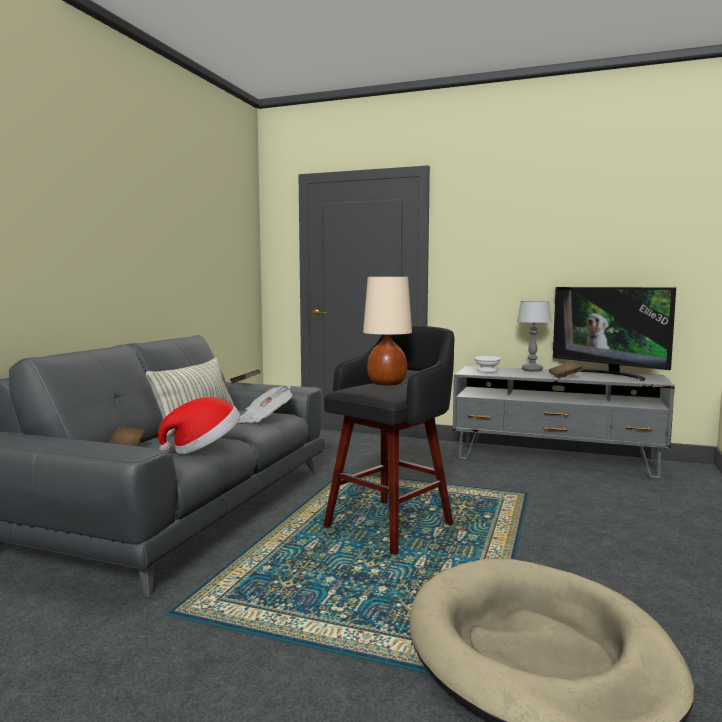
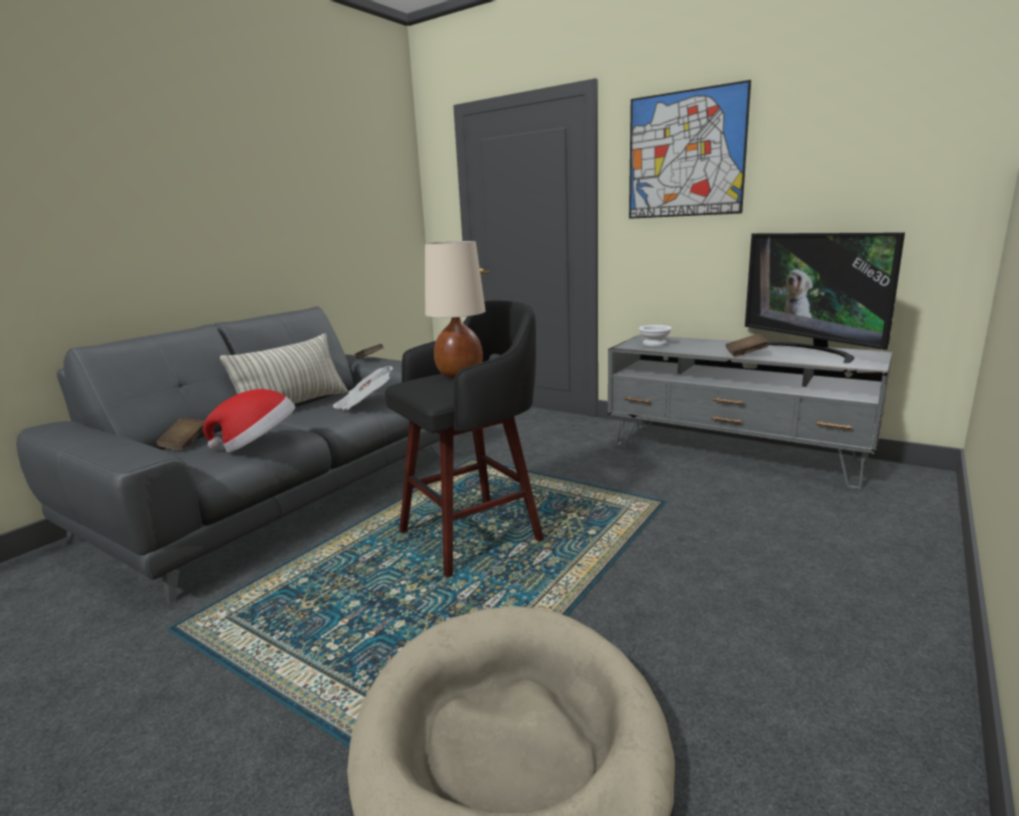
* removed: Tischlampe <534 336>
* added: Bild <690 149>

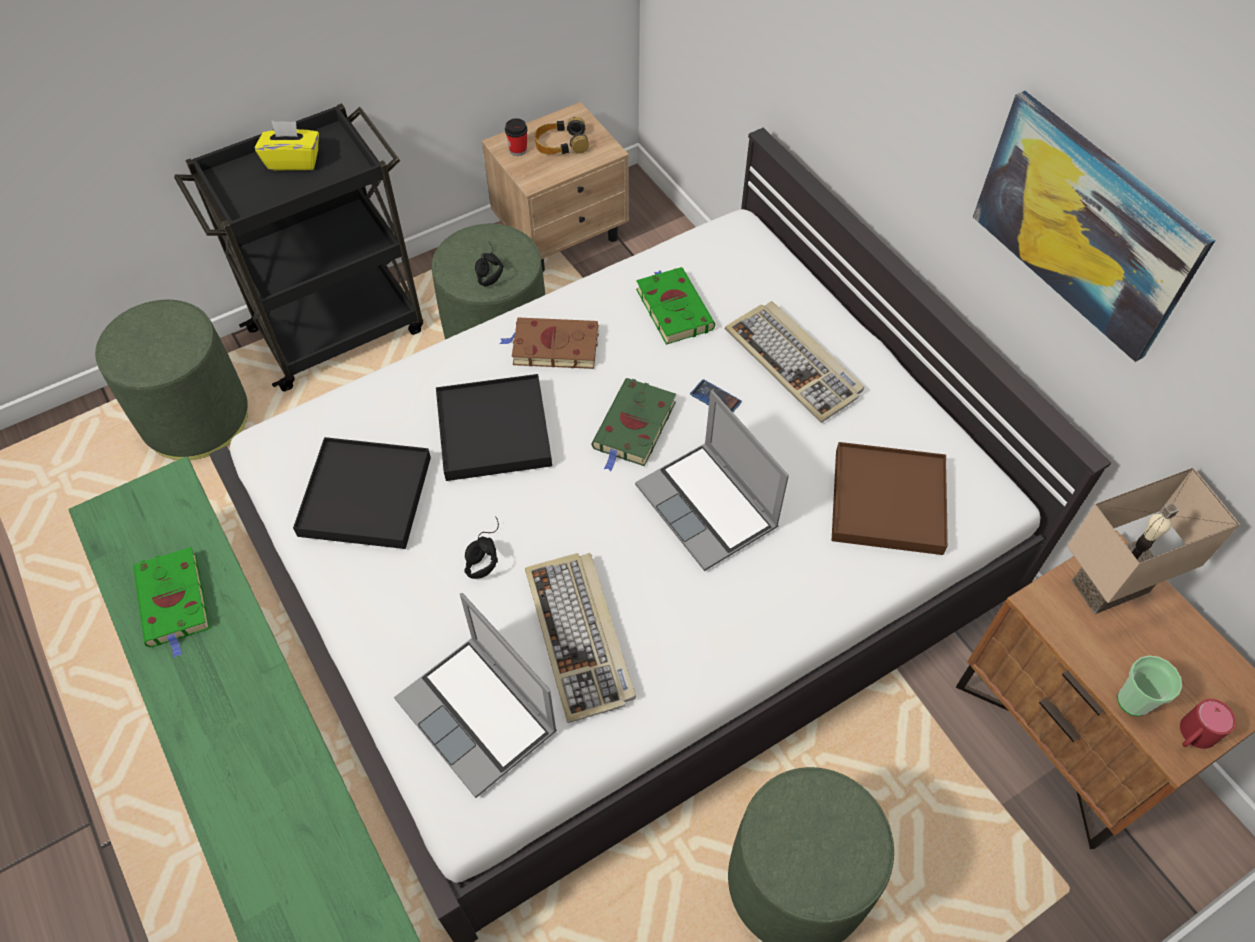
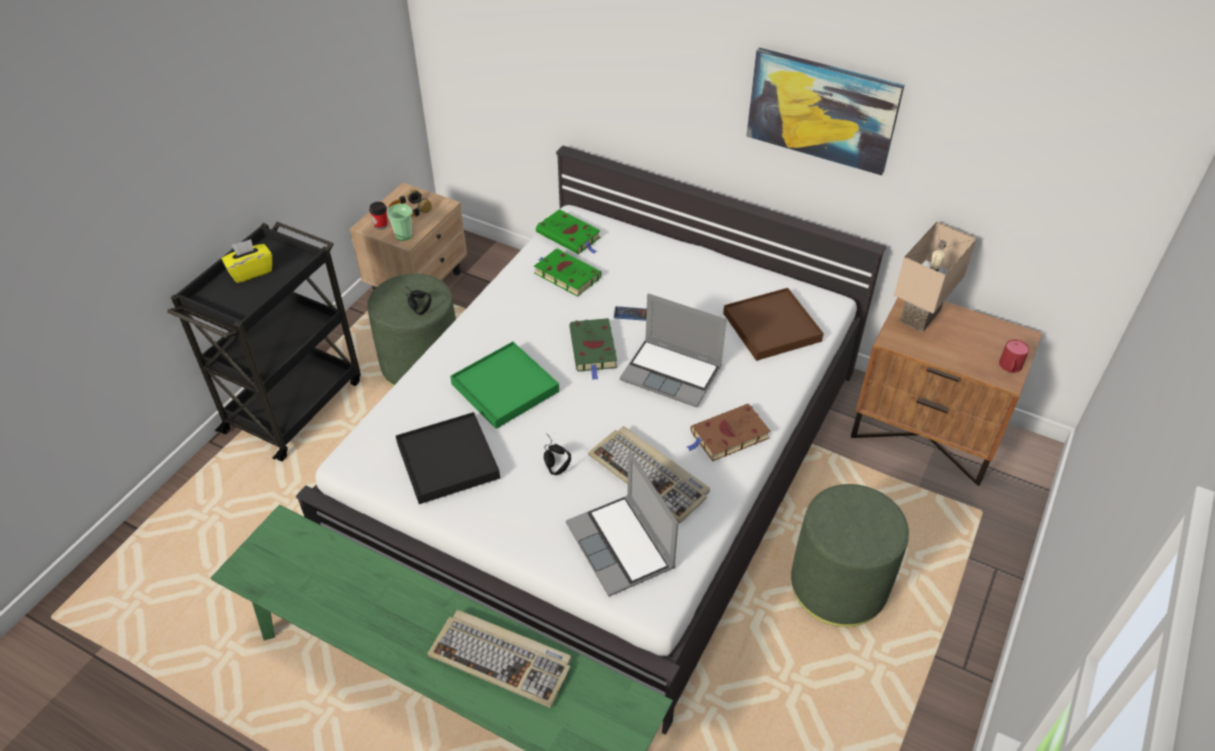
* removed: Polsterhocker (grün) <171 380>
* moved: Buch (grün) <171 602> to <568 231>
* turned: Laptop <475 695> = <622 524> 45 degrees clockwise
* recoloured: Tablett (schwarz) <494 427> to Tablett (grün) <504 385>
* moved: Buch (braun) <549 343> to <729 432>
* moved: Tastatur <794 362> to <499 659>
* moved: Tasse <1149 685> to <399 222>

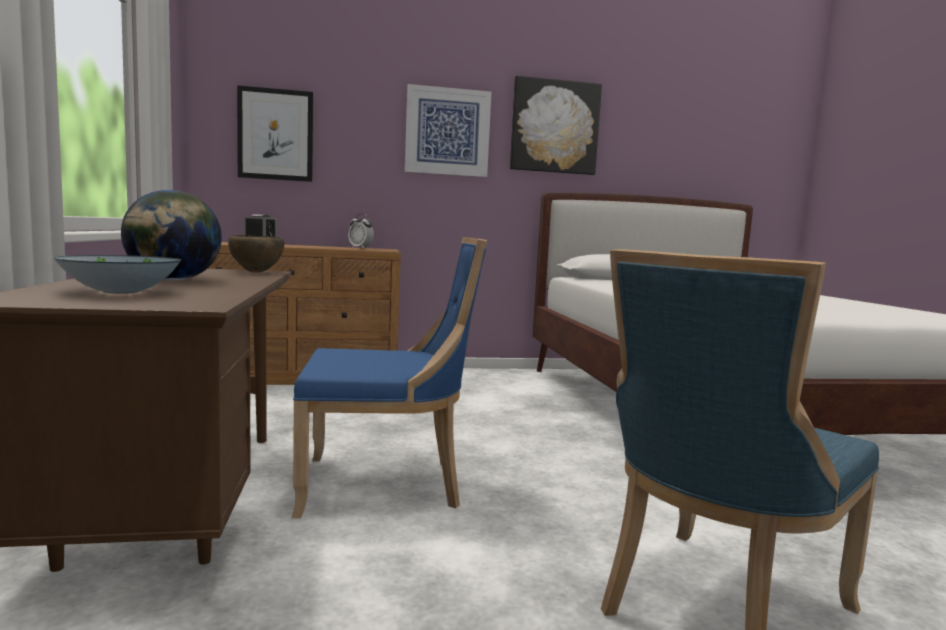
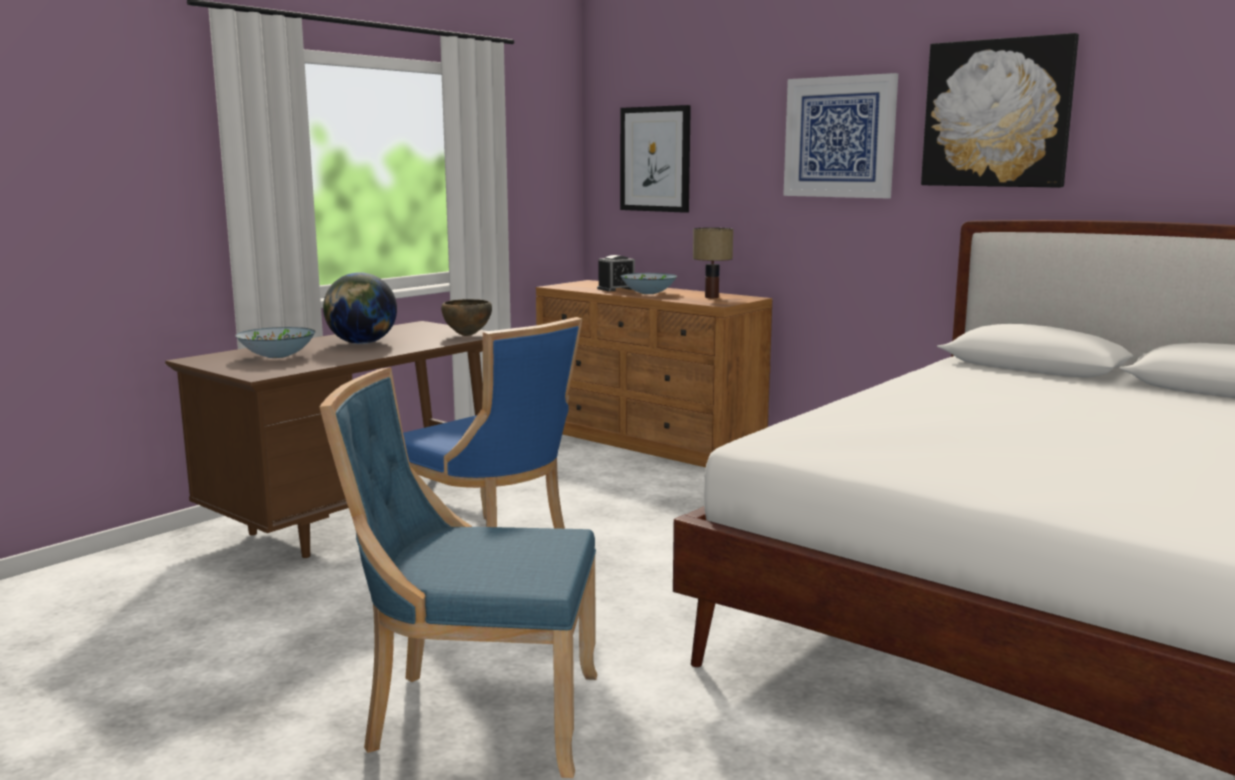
* replaced: Wecker <361 231> to Tischlampe <713 263>
* added: Schüssel <649 283>

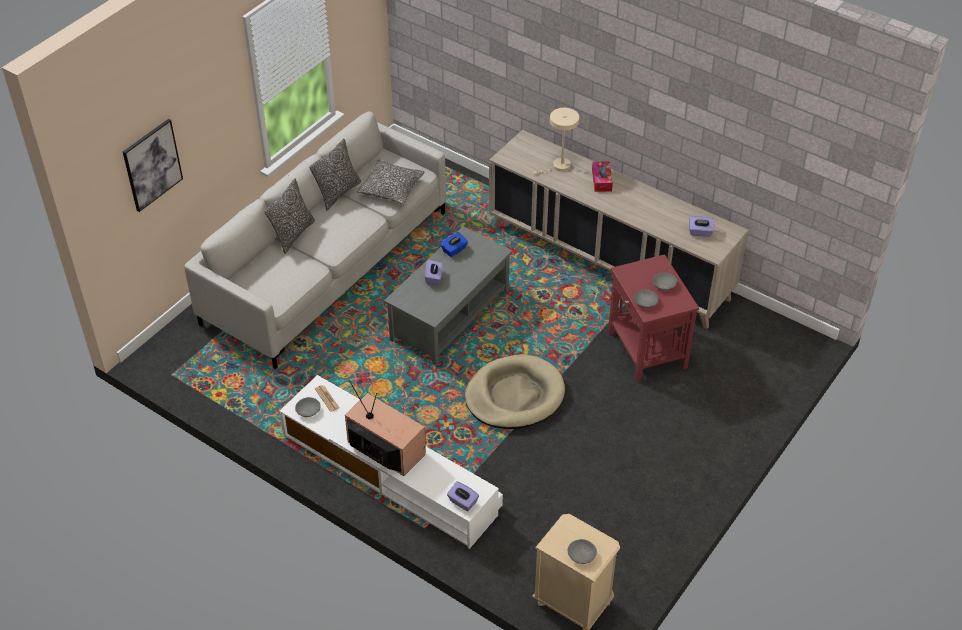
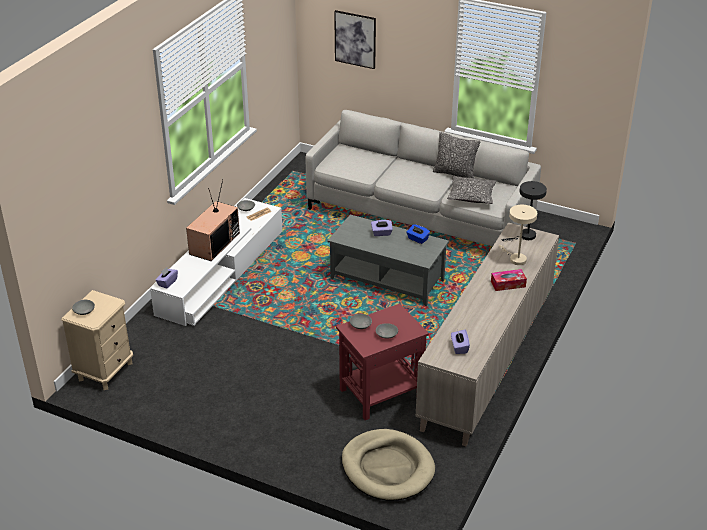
* removed: Kissen <289 216>
* moved: Hundebett (beige) <515 392> to <388 465>
* added: Tischlampe (grau) <524 211>

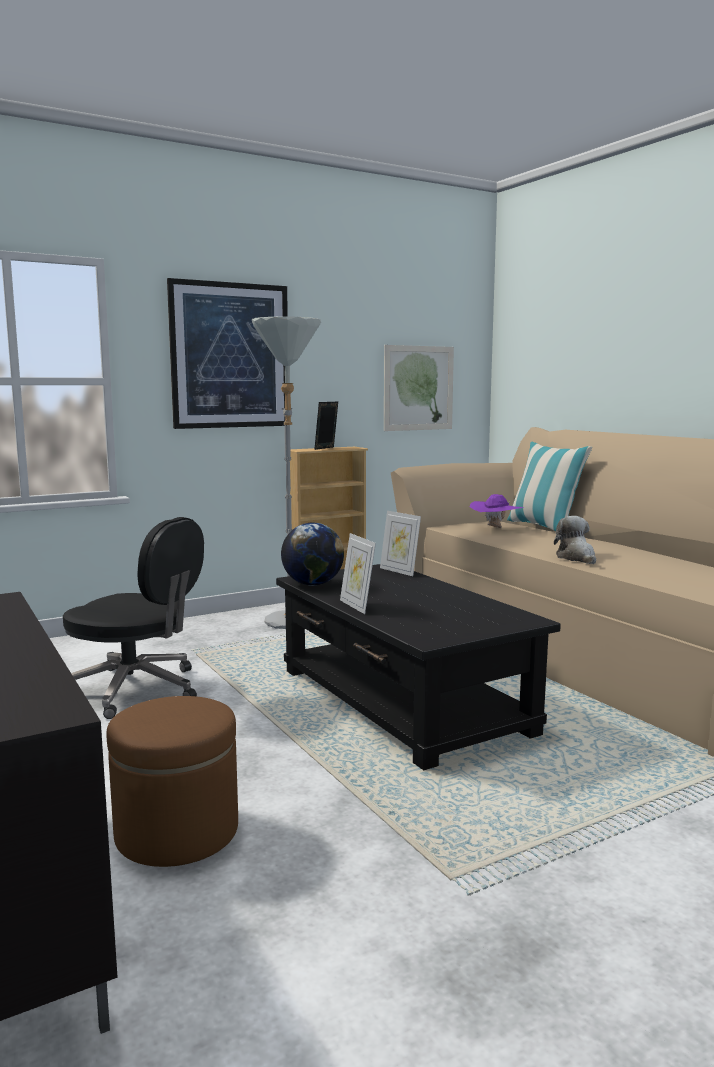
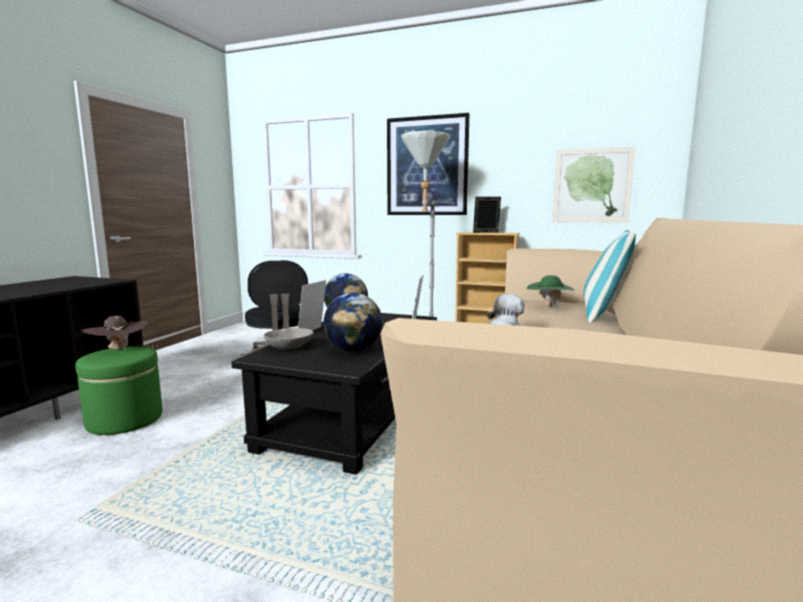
* recoloured: Polsterhocker (braun) <172 781> to Polsterhocker (grün) <119 390>
* recoloured: Hut (lila) <497 511> to Hut (grün) <551 291>
* added: Hut (braun) <114 332>
* added: Schüssel (grau) <289 339>
* added: Globus <353 322>

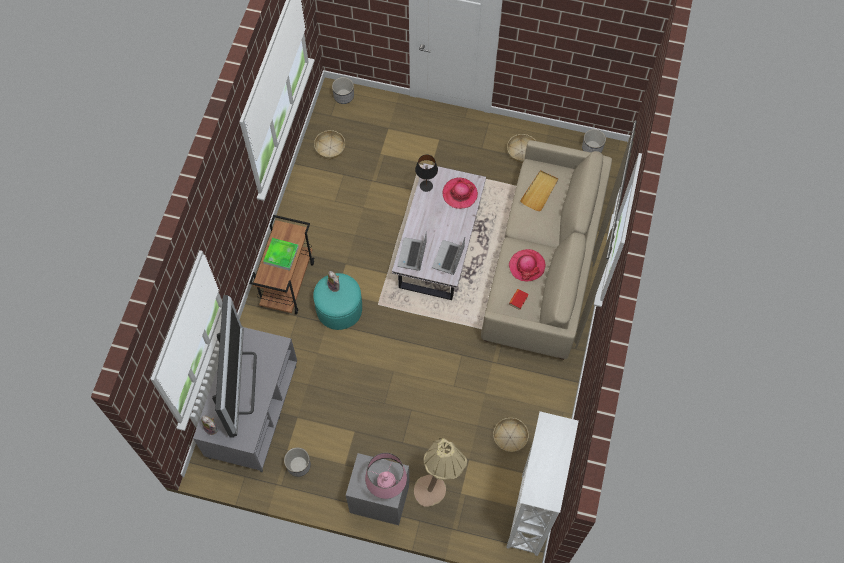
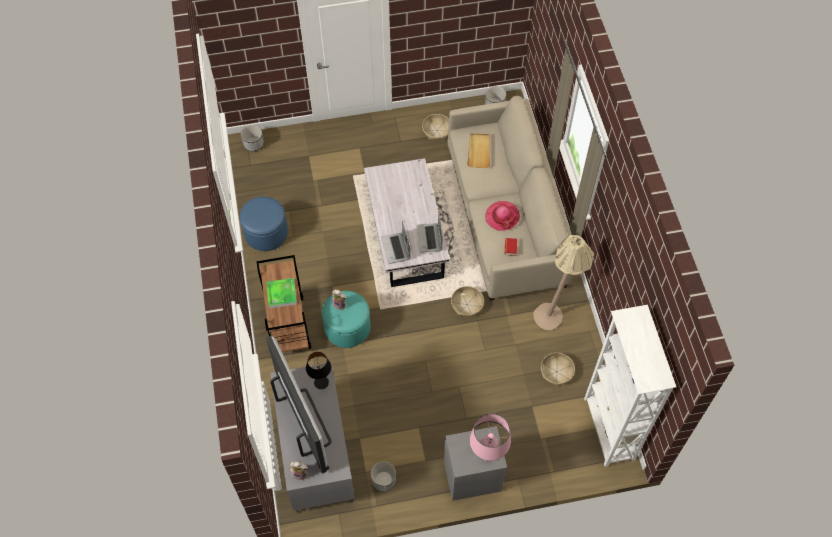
* moved: Korb <329 145> to <467 301>
* moved: Stehlampe (beige) <440 472> to <563 282>
* moved: Tischlampe (schwarz) <426 173> to <318 370>
* removed: Hut <460 193>
* added: Polsterhocker (blau) <264 224>

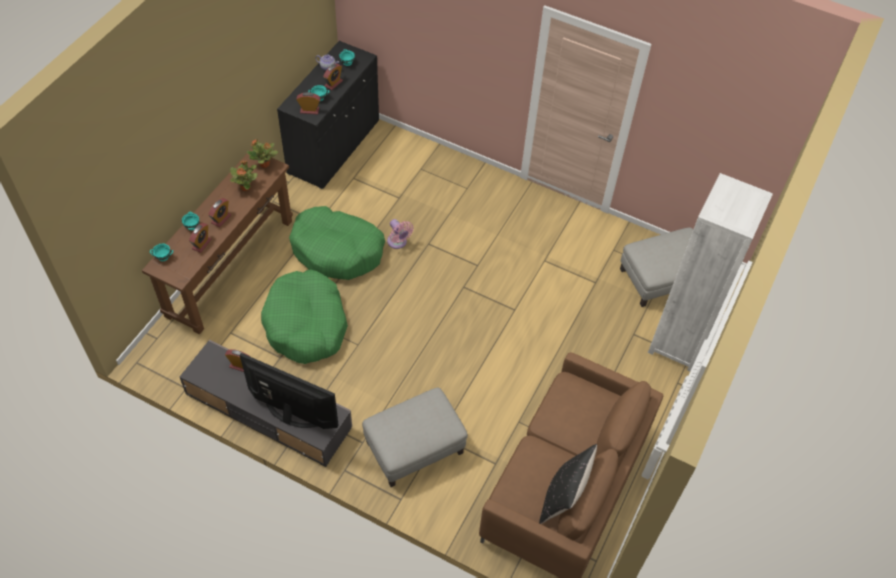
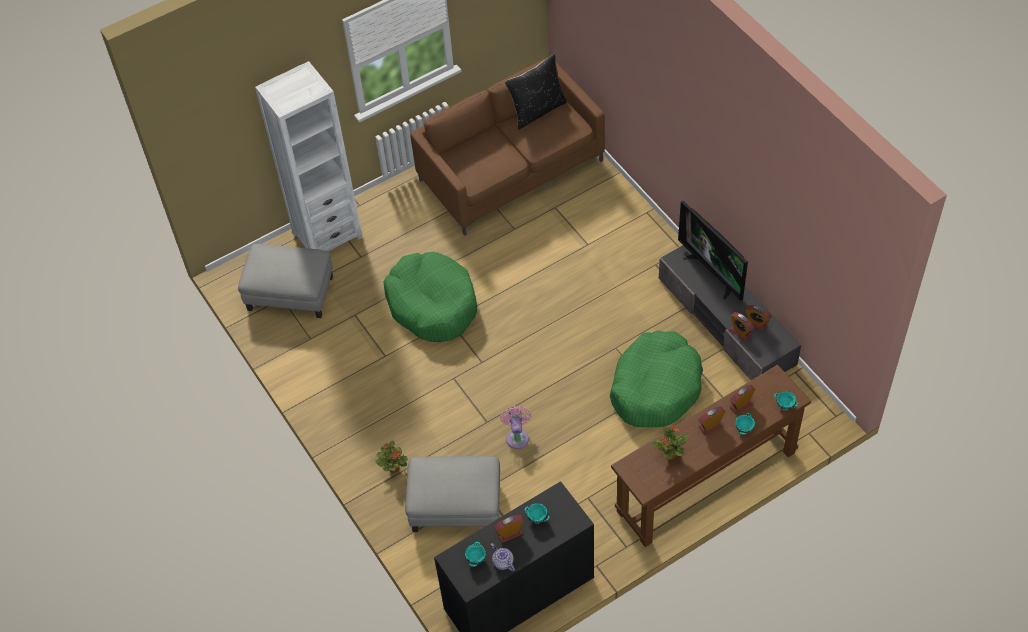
* moved: Topfpflanze <262 154> to <391 457>
* moved: Hundebett (grün) <337 243> to <430 297>
* moved: Wecker <308 103> to <758 318>
* moved: Polsterhocker (grau) <415 437> to <452 494>

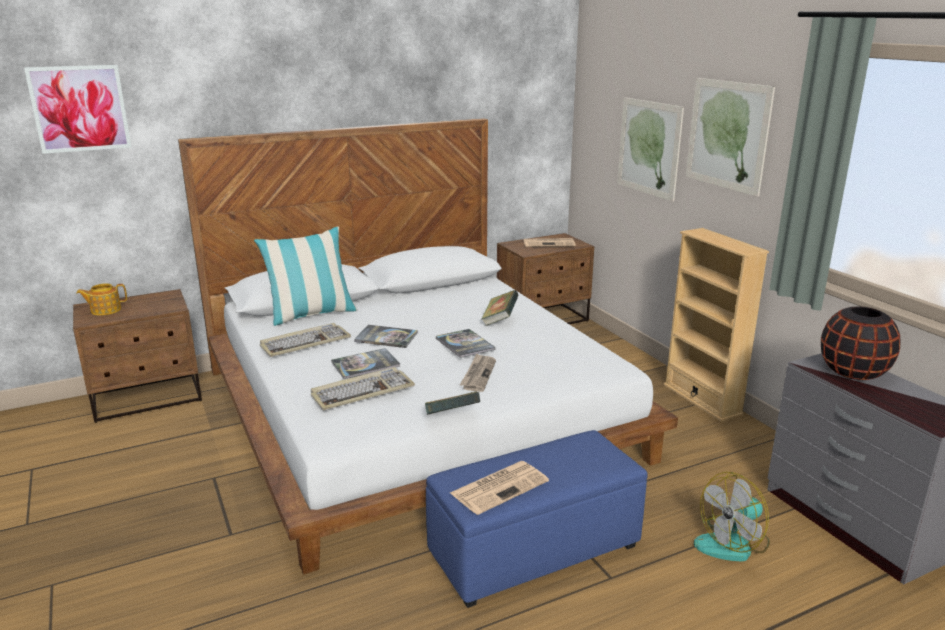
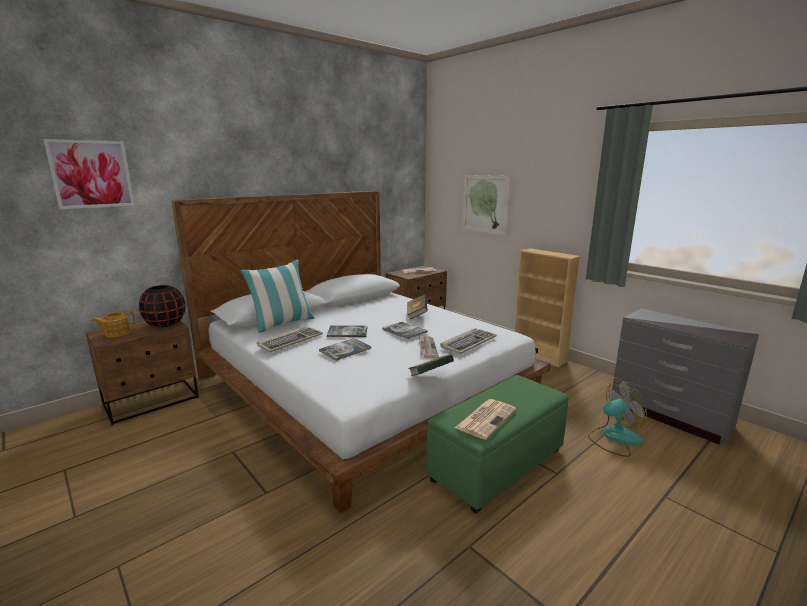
* moved: Tastatur <363 388> to <468 341>
* recoloured: Polsterhocker (blau) <537 519> to Polsterhocker (grün) <497 444>
* removed: Bild <730 137>
* turned: Ventilator <732 516> = <617 418> 150 degrees counterclockwise
* moved: Vase (schwarz) <861 343> to <162 306>

